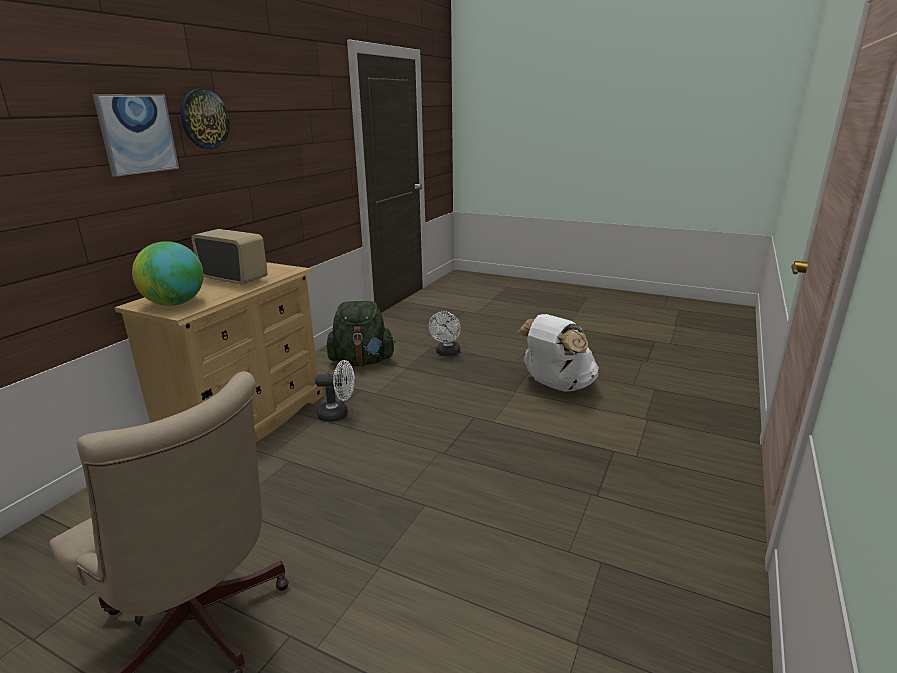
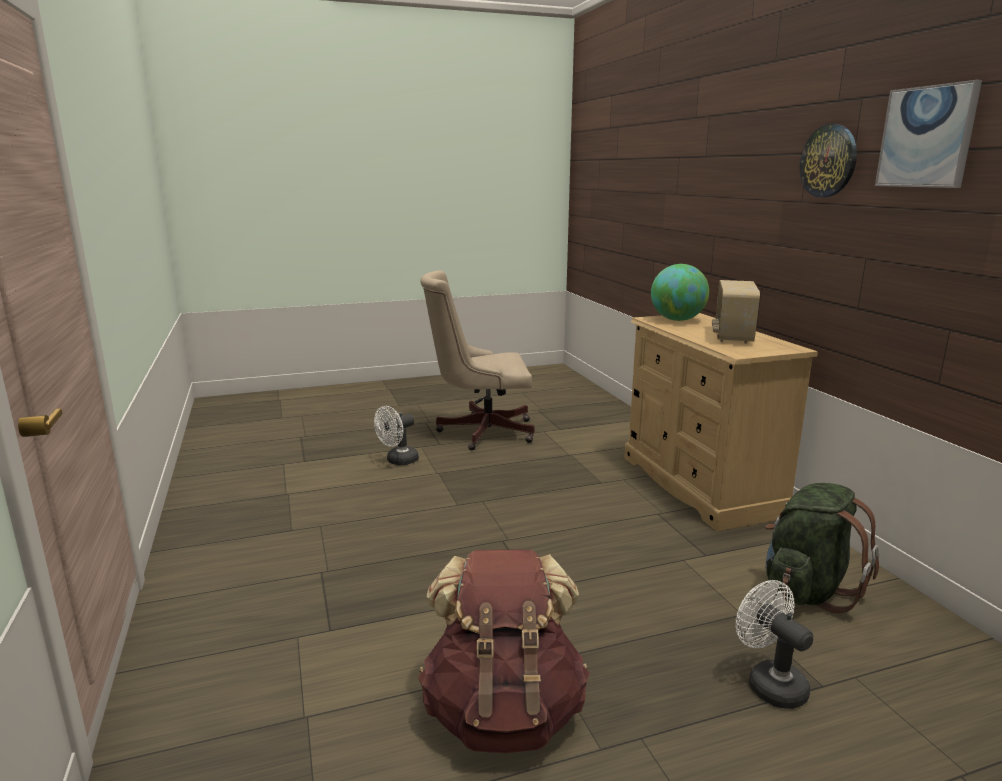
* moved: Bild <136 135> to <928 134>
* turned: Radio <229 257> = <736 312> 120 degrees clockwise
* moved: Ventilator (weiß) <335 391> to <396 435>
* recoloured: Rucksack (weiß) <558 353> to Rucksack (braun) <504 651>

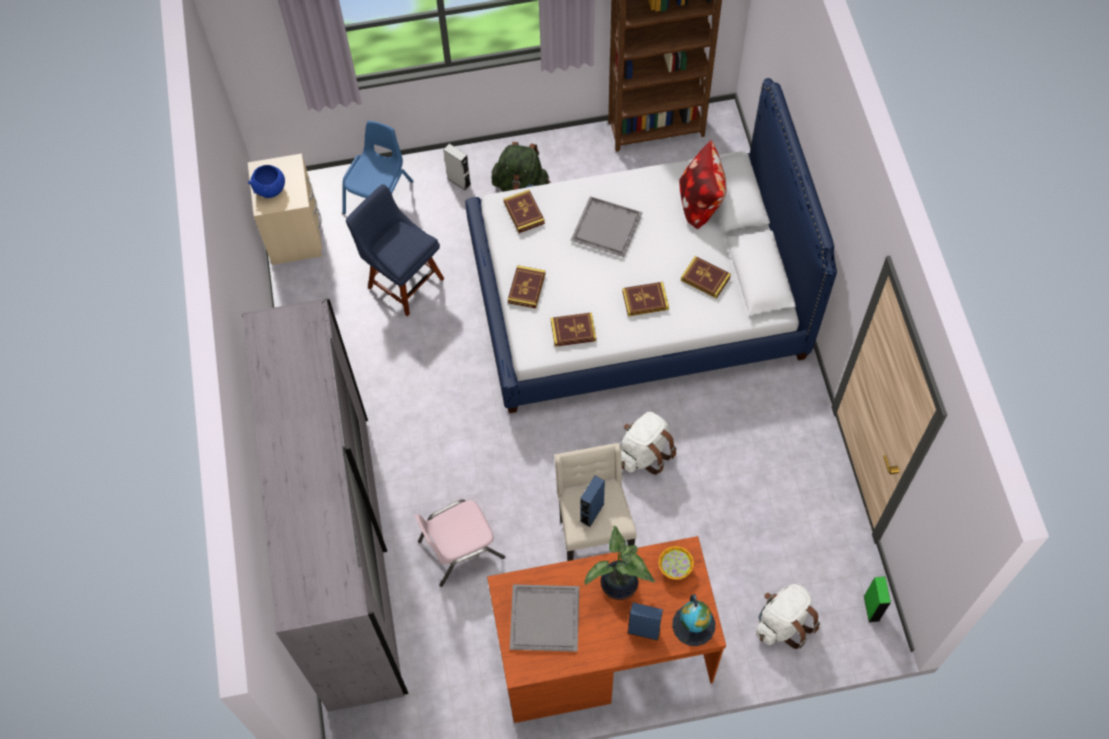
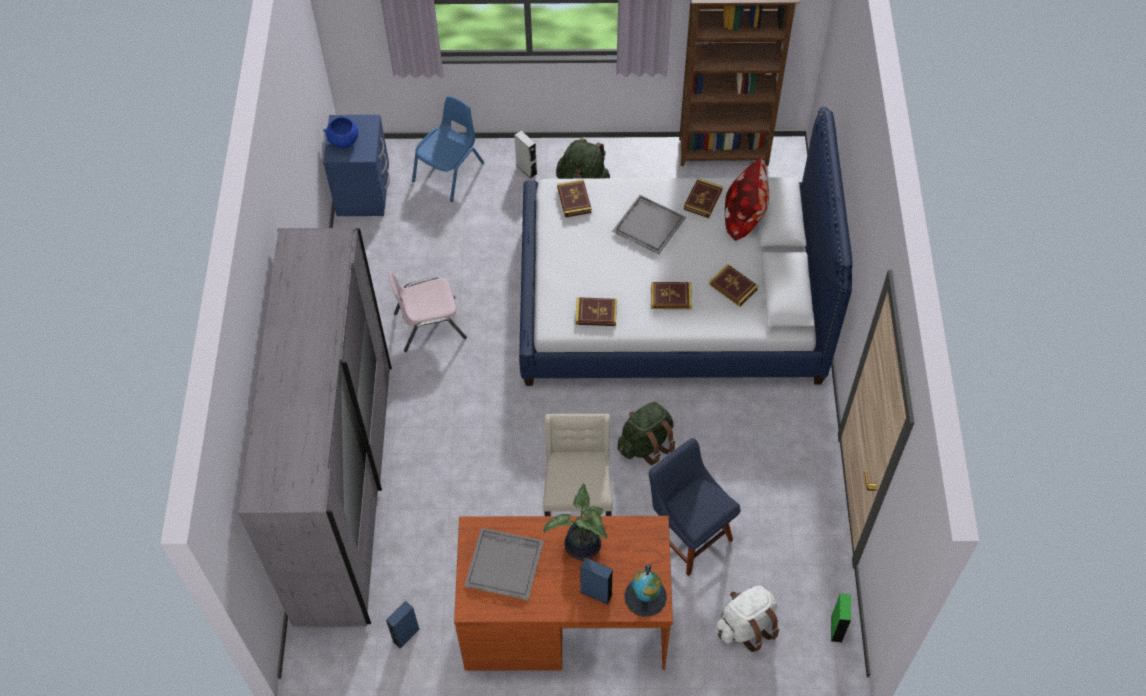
* recoloured: Nachttisch (beige) <285 209> to Nachttisch (blau) <356 165>
* moved: Stuhl (blau) <395 250> to <695 507>
* moved: Stuhl (rosa) <460 543> to <427 311>
* moved: Buch <526 287> to <703 198>
* moved: Lautsprecher (blau) <592 501> to <403 624>
* recoloured: Rucksack (weiß) <648 443> to Rucksack (grün) <646 433>
* removed: Schüssel <676 563>

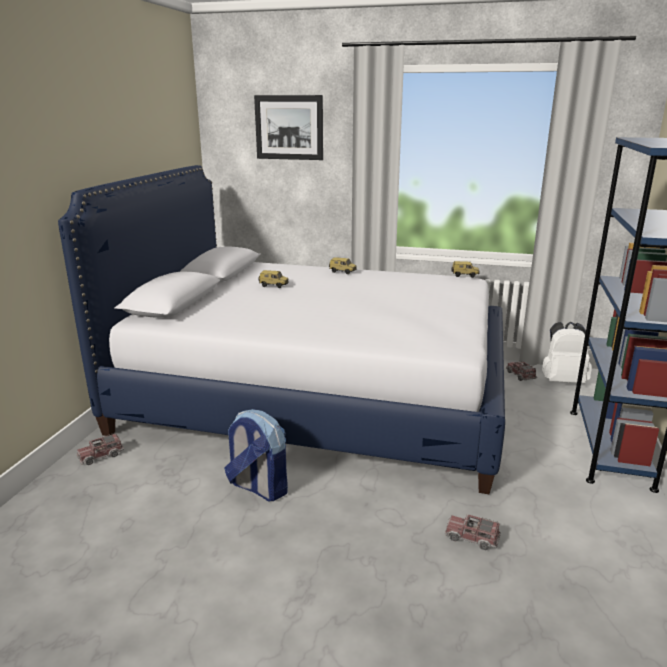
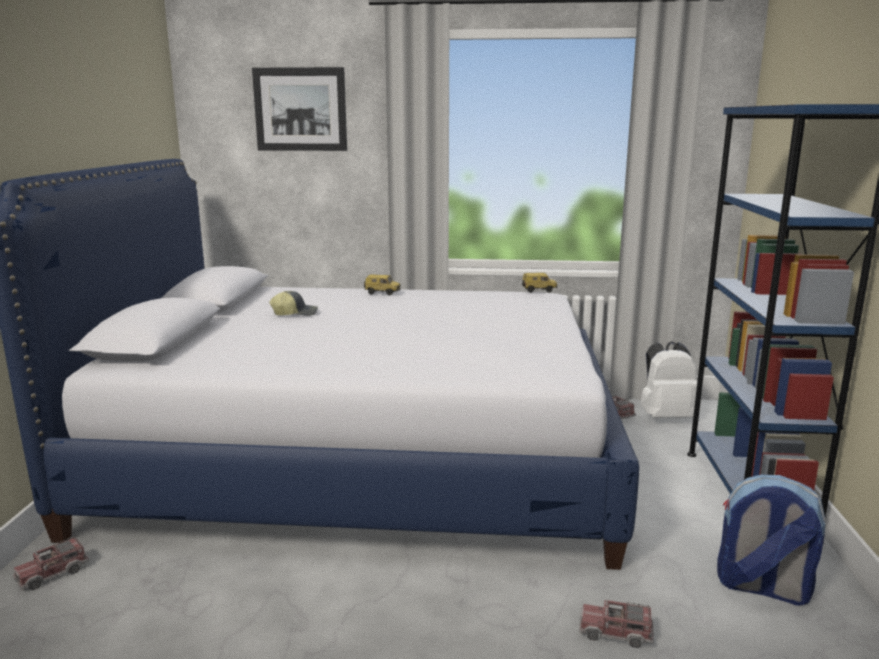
* moved: Rucksack <256 455> to <771 540>
* replaced: Spielzeugauto <273 279> to Kappe <293 303>

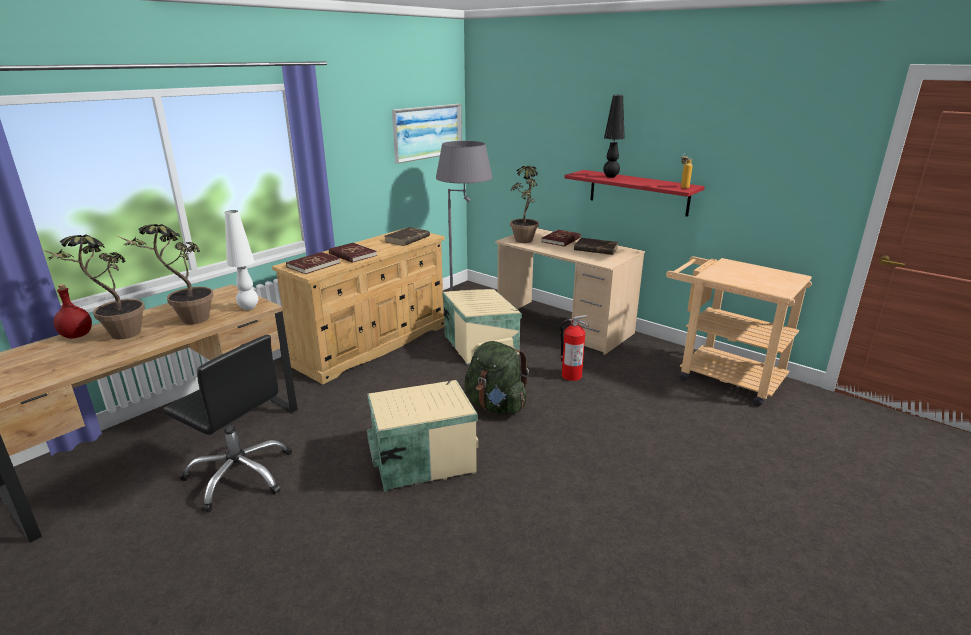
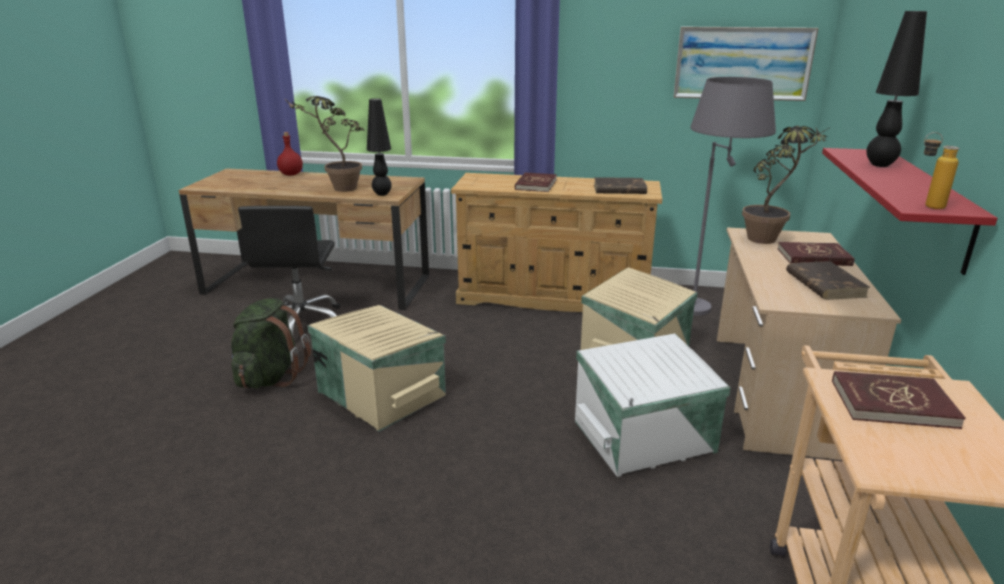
* removed: Topfpflanze <93 286>
* recoloured: Tischlampe (weiß) <241 260> to Tischlampe (schwarz) <379 147>
* moved: Buch (rot) <313 263> to <899 400>
* moved: Rucksack (grün) <497 377> to <271 343>
* replaced: Feuerlöscher <574 348> to Aufbewahrungsbox (weiß) <653 405>

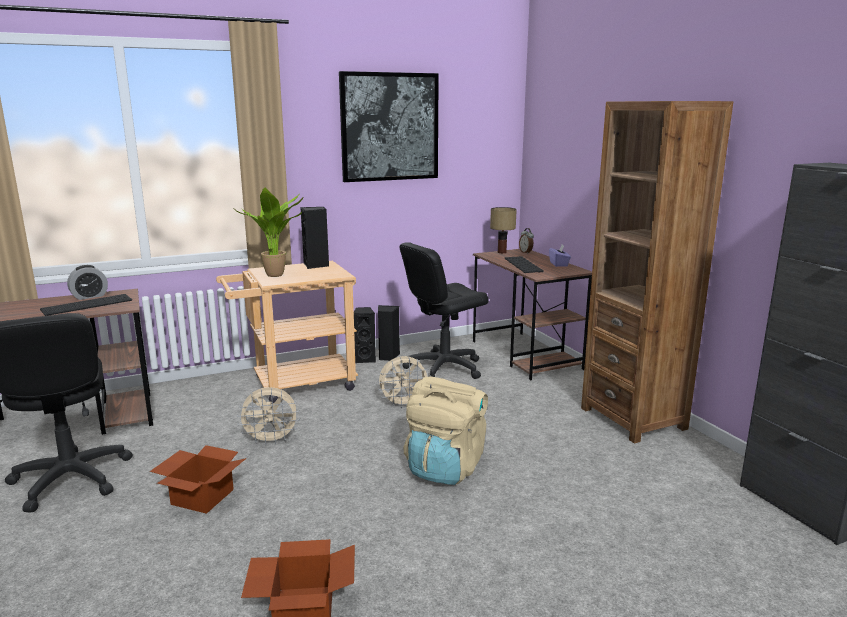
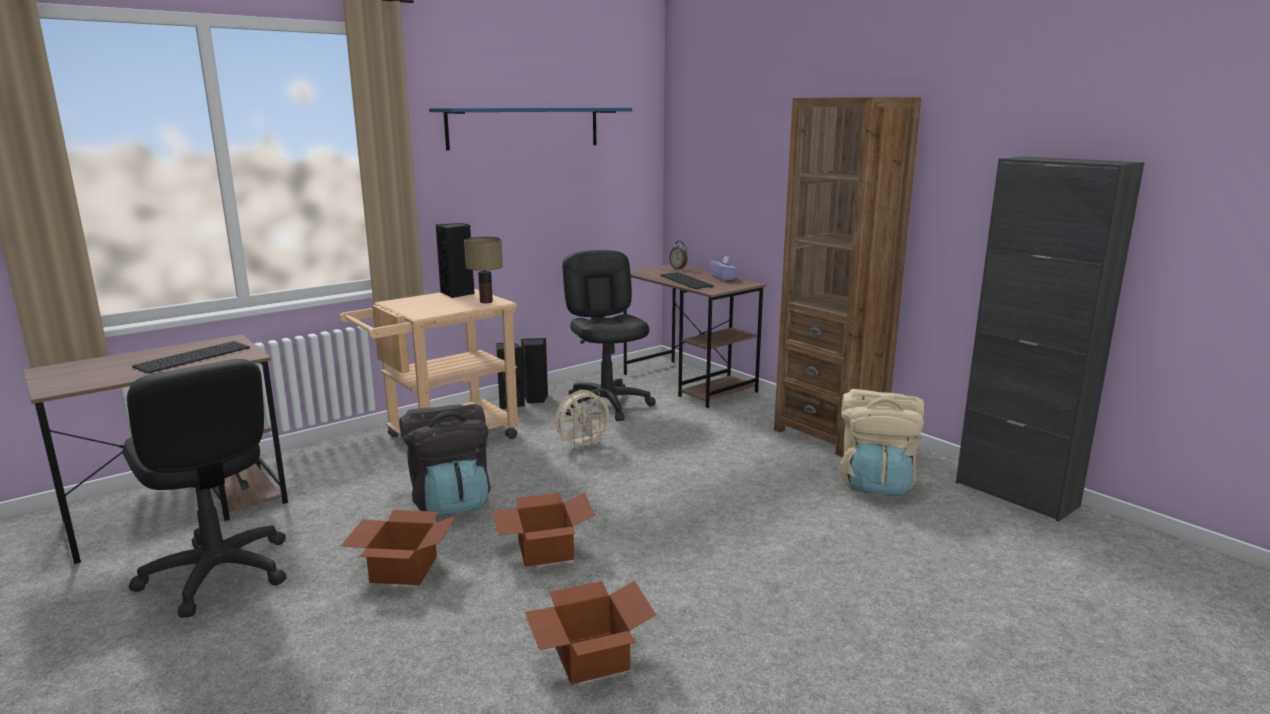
* removed: Wecker <87 282>
* removed: Topfpflanze <268 232>
* replaced: Ventilator (beige) <268 416> to Rucksack (schwarz) <444 460>
* replaced: Bild <389 126> to Wandregal (blau) <530 129>
* turned: Bürostuhl (schwarz) <444 310> = <609 335> 120 degrees clockwise
* moved: Rucksack (beige) <446 430> to <881 442>
* moved: Tischlampe <503 230> to <483 270>
* added: Karton <544 530>

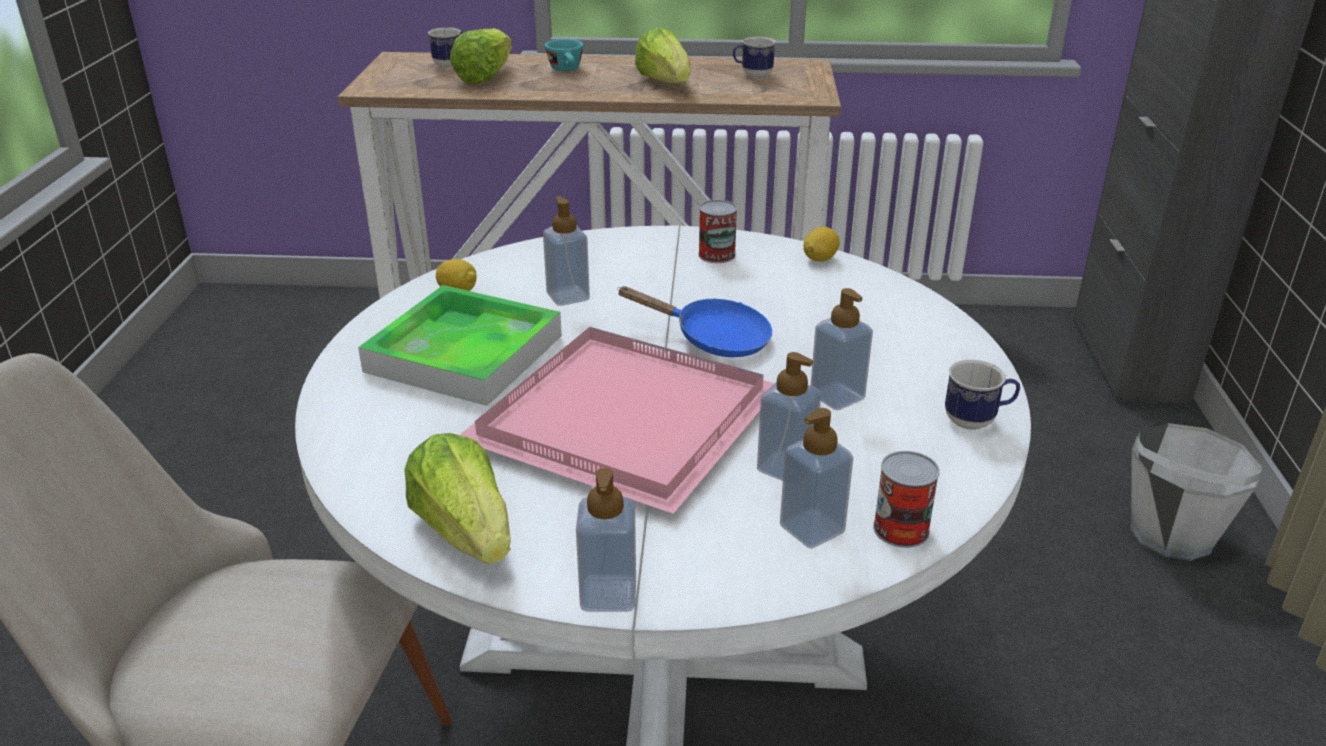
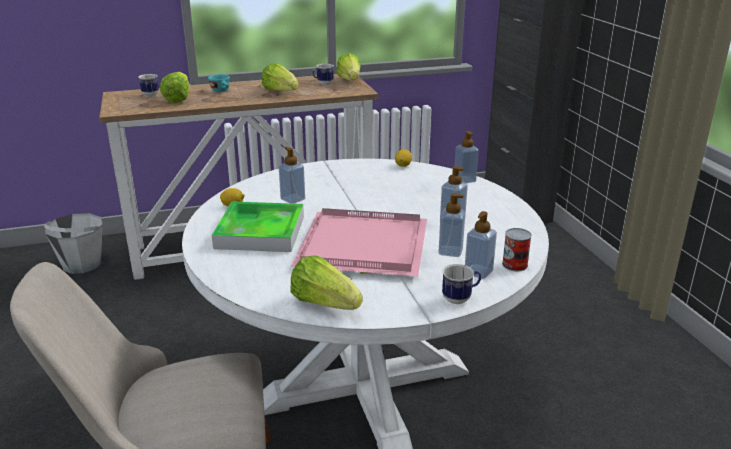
* moved: Seifenspender <606 540> to <467 157>
* removed: Pfanne (blau) <694 321>
* removed: Dose <717 231>
* moved: Henkelbecher <982 394> to <461 284>
* moved: Eimer (grau) <1196 492> to <73 243>
* added: Salatkopf <348 67>

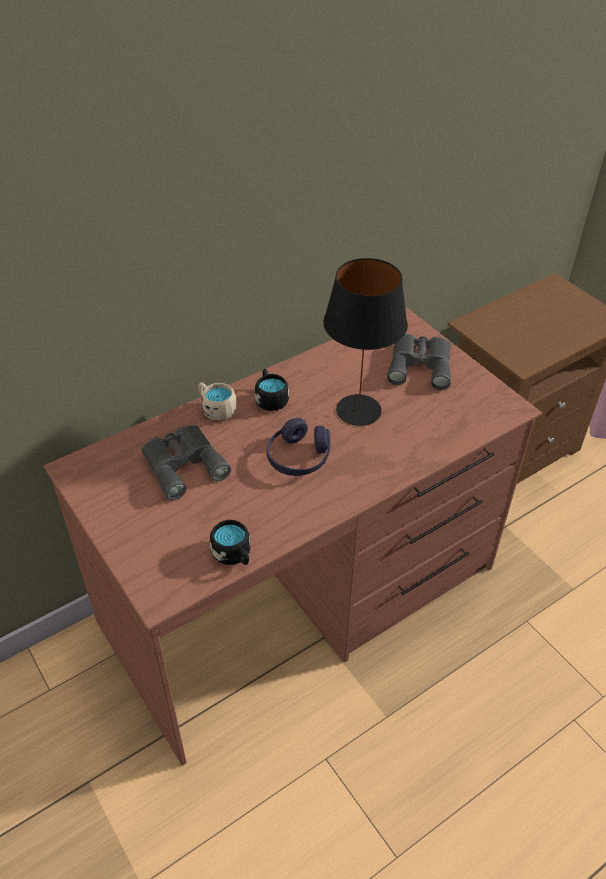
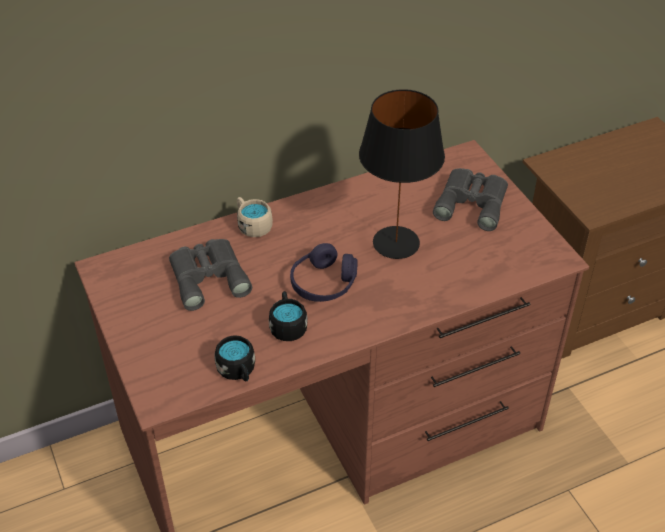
* moved: Henkelbecher (schwarz) <272 390> to <288 316>

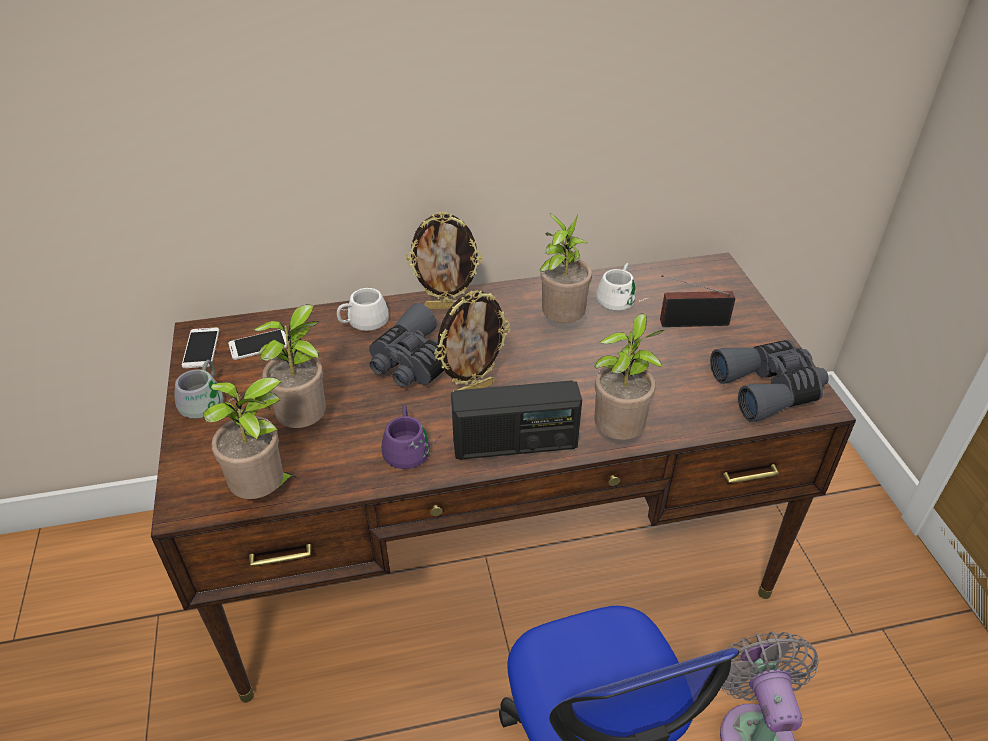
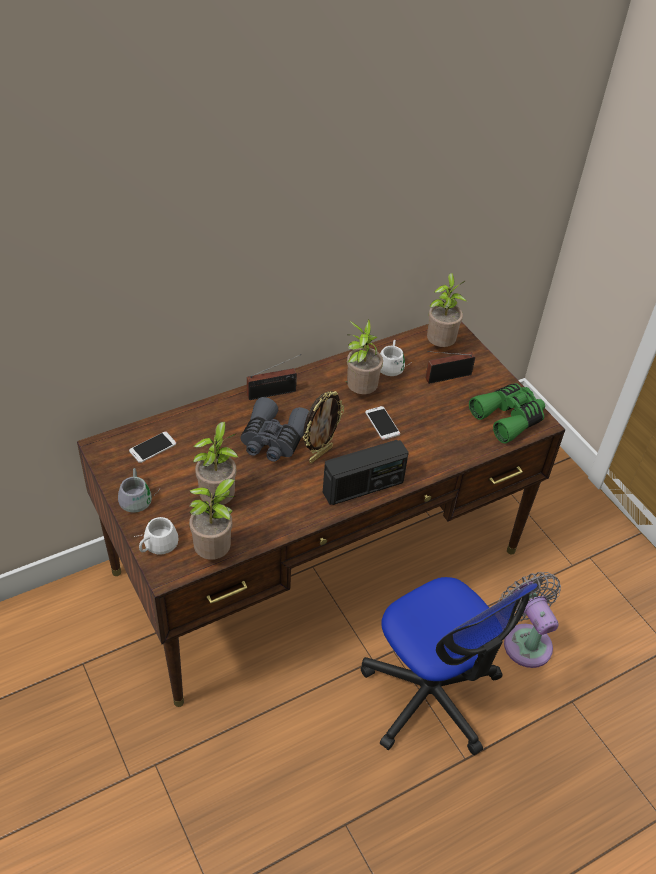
* moved: Handy <200 347> to <382 423>
* moved: Henkelbecher (weiß) <363 309> to <155 536>
* removed: Henkelbecher (lila) <411 437>
* replaced: Bilderrahmen <444 260> to Radio <274 377>
* moved: Topfpflanze <629 376> to <446 310>
* recoloured: Fernglas (grau) <769 381> to Fernglas (grün) <507 413>

